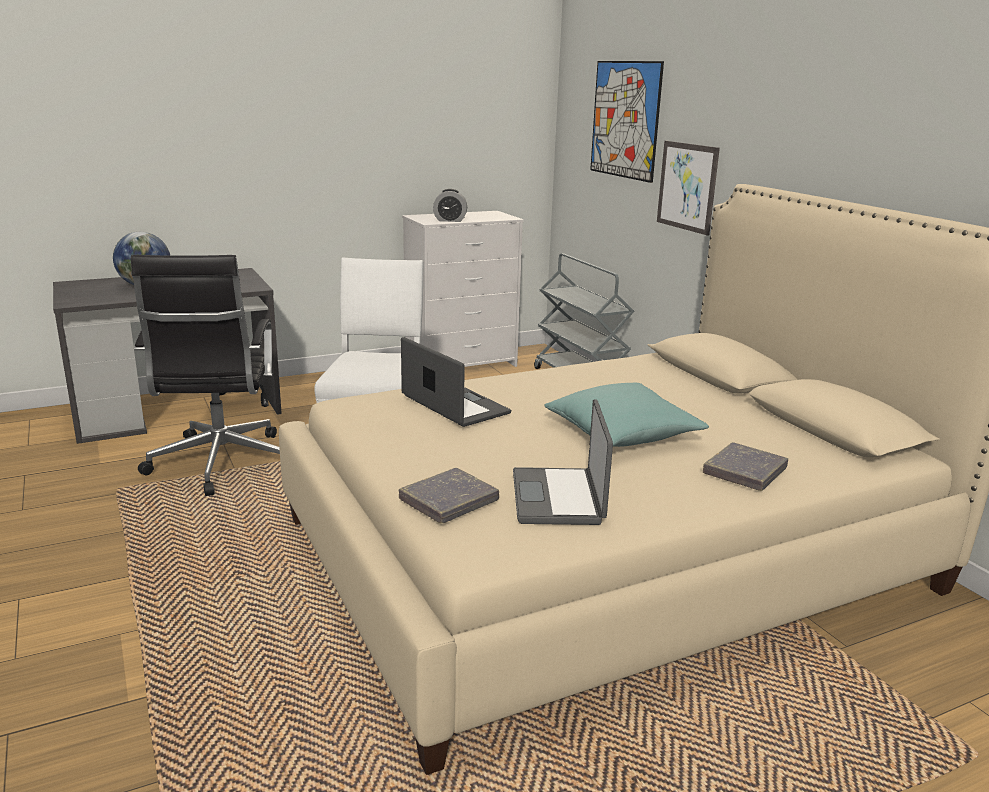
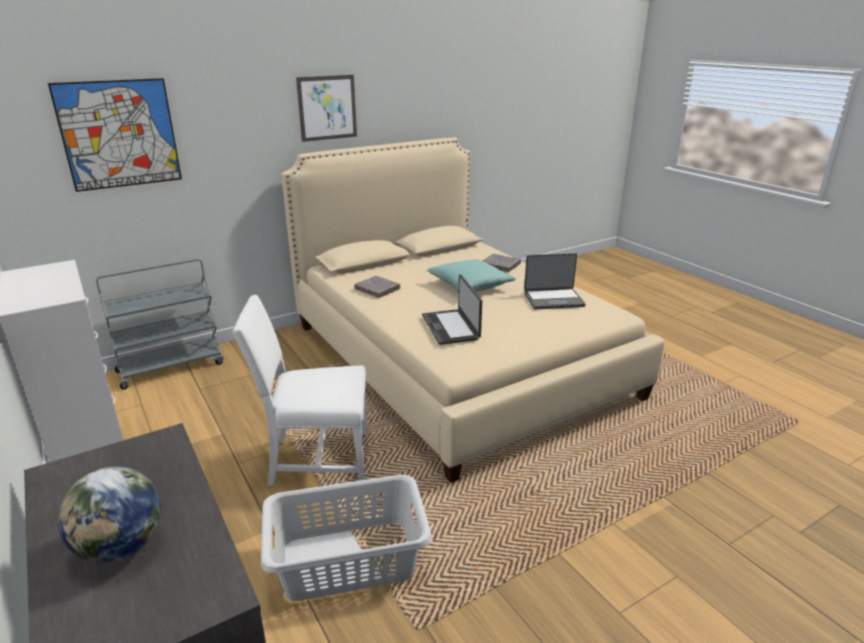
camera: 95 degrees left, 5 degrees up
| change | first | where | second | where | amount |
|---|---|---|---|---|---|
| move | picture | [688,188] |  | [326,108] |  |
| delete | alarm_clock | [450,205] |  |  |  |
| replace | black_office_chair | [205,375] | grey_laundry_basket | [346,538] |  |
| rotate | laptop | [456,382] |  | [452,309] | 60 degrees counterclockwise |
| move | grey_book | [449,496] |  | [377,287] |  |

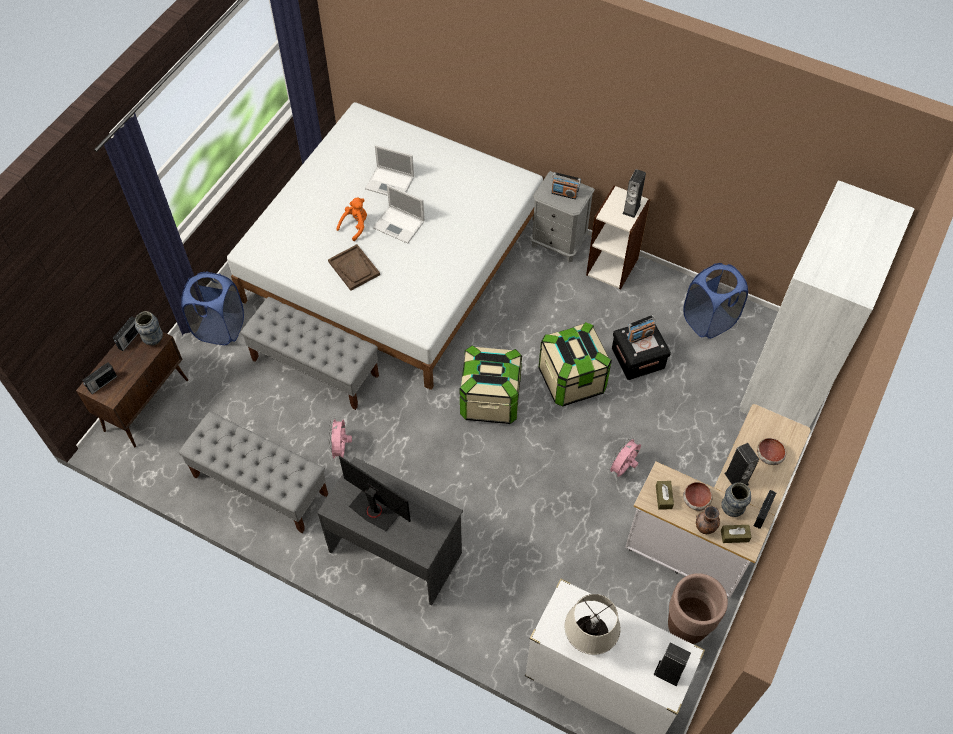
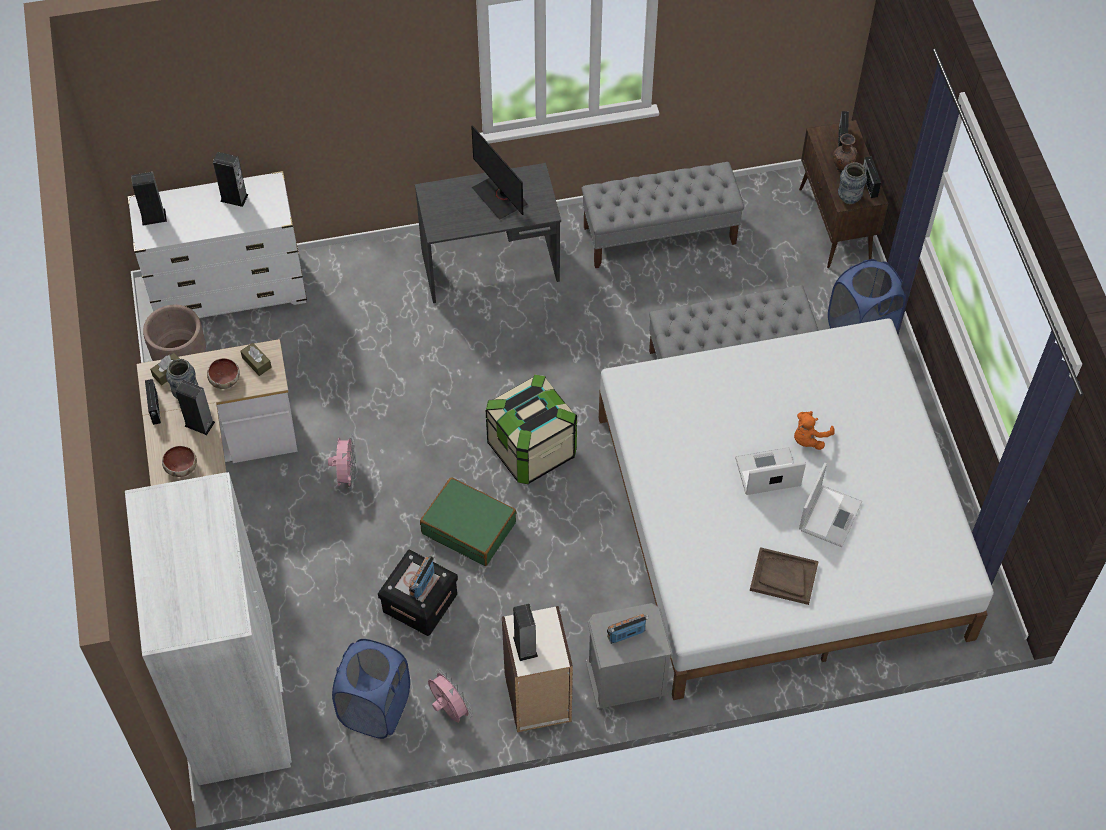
camera: 140 degrees right, 0 degrees up
| change | first | where | second | where | amount |
|---|---|---|---|---|---|
| rotate | laptop | [389,170] |  | [830,505] | 135 degrees clockwise |
| rotate | orange_plush_toy | [351,219] |  | [814,430] | 45 degrees clockwise |
| move | brown_tray | [354,267] |  | [784,576] |  |
| replace | storage_box | [575,364] | green_suitcase | [468,521] |  |
| move | pink_fan | [340,438] |  | [450,695] |  |
| rotate | monitor | [375,494] |  | [499,173] | 60 degrees clockwise |
| move | brown_vase | [708,520] |  | [845,153] |  |
| replace | beige_table_lamp | [593,624] | speaker | [231,179] |  |

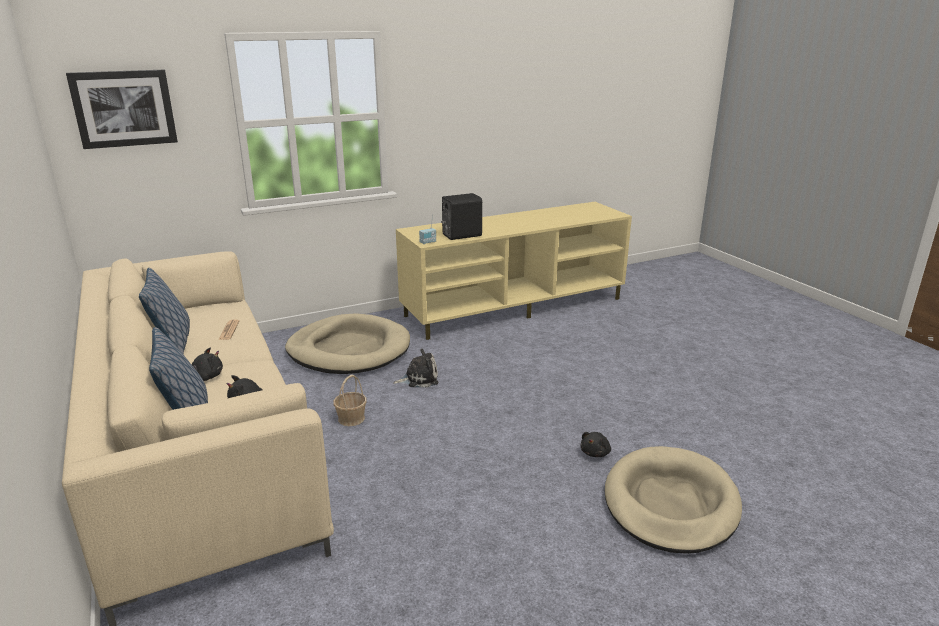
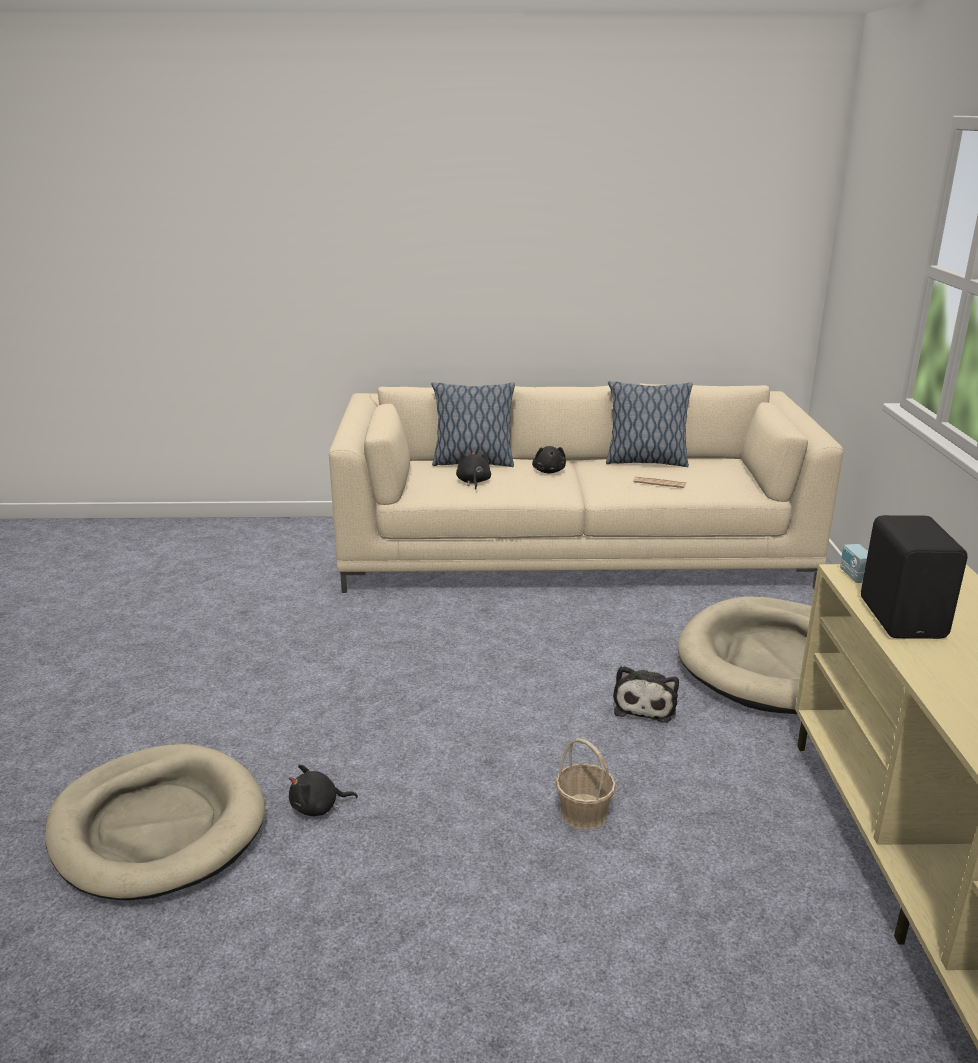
camera: 115 degrees right, 0 degrees up
| change | first | where | second | where | amount |
|---|---|---|---|---|---|
| delete | picture | [122,109] |  |  |  |
| move | basket | [350,400] |  | [585,784] |  |
| rotate | black_plush_toy | [595,444] |  | [323,790] | 75 degrees counterclockwise |

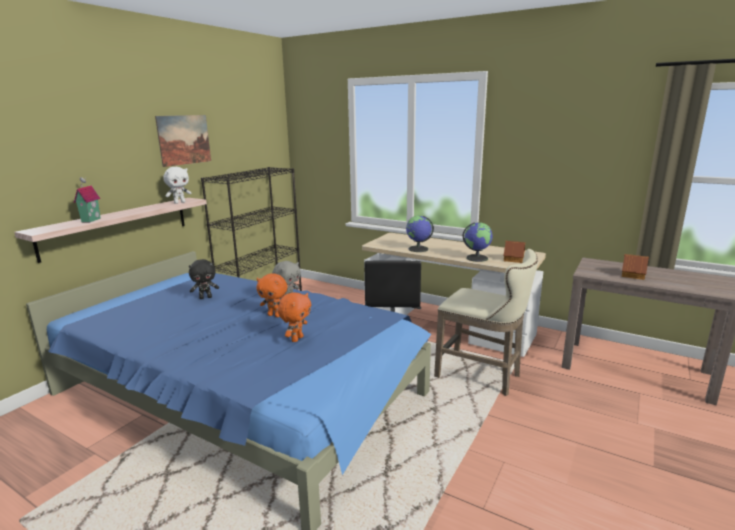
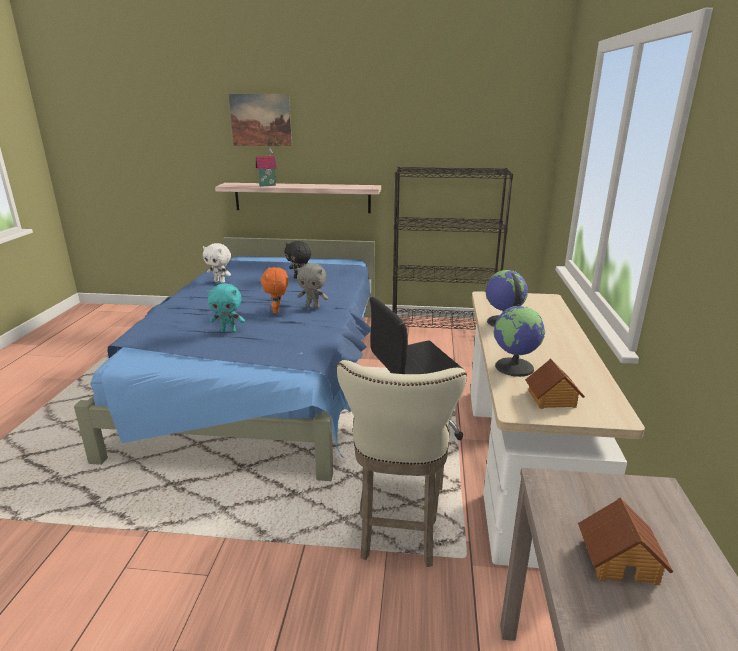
camera: 65 degrees right, 5 degrees up
| change | first | where | second | where | amount |
|---|---|---|---|---|---|
| move | picture | [183,141] |  | [260,120] |  |
| move | white_plush_toy | [177,185] |  | [217,263] |  |
| recolor | orange_plush_toy | [294,317] | turquoise_plush_toy | [226,308] |  |

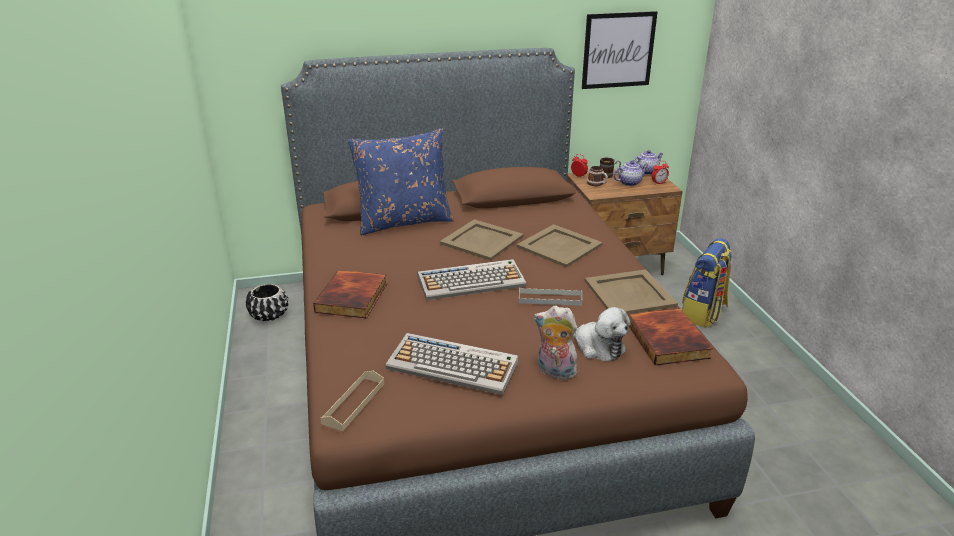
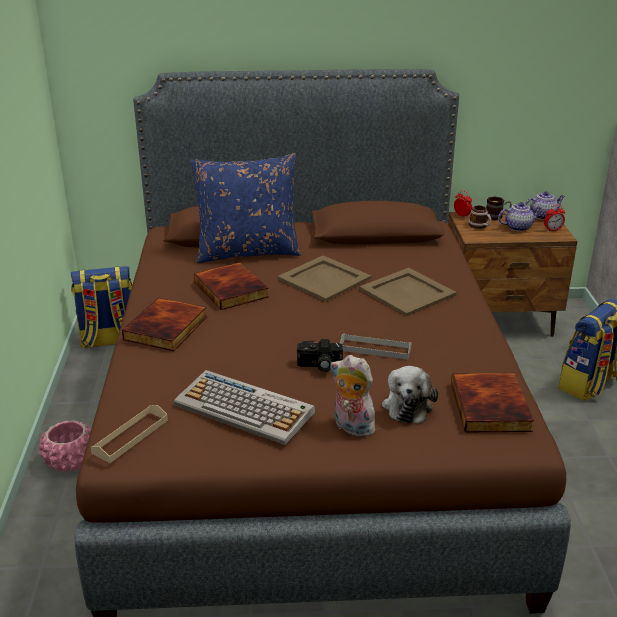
camera: 10 degrees right, 0 degrees up
| change | first | where | second | where | amount |
|---|---|---|---|---|---|
| delete | picture | [619,50] |  |  |  |
| delete | keyboard | [472,279] |  |  |  |
| delete | beige_tray | [631,291] |  |  |  |
| replace | black_planter | [267,302] | backpack | [101,307] |  |
| rotate | plush_toy | [602,334] |  | [410,395] | 45 degrees clockwise |
| insert |  |  | book | [231,286] |  |
| insert |  |  | photo_camera | [320,355] |  |
| insert |  |  | pink_planter | [65,446] |  |

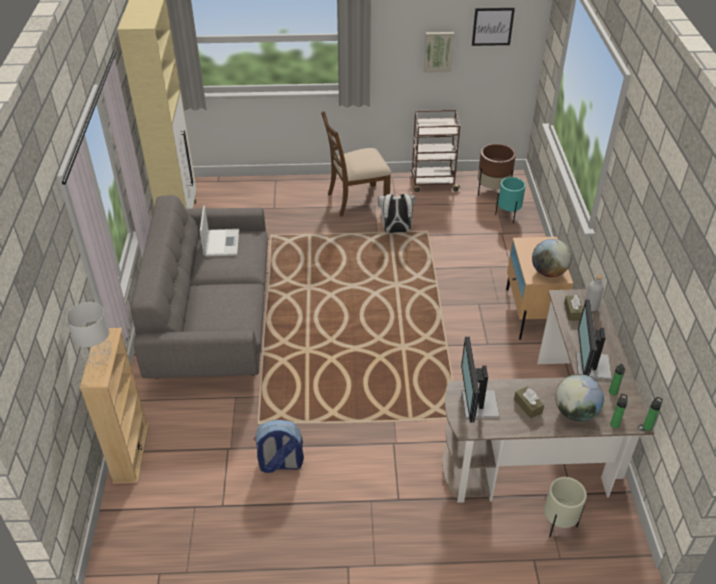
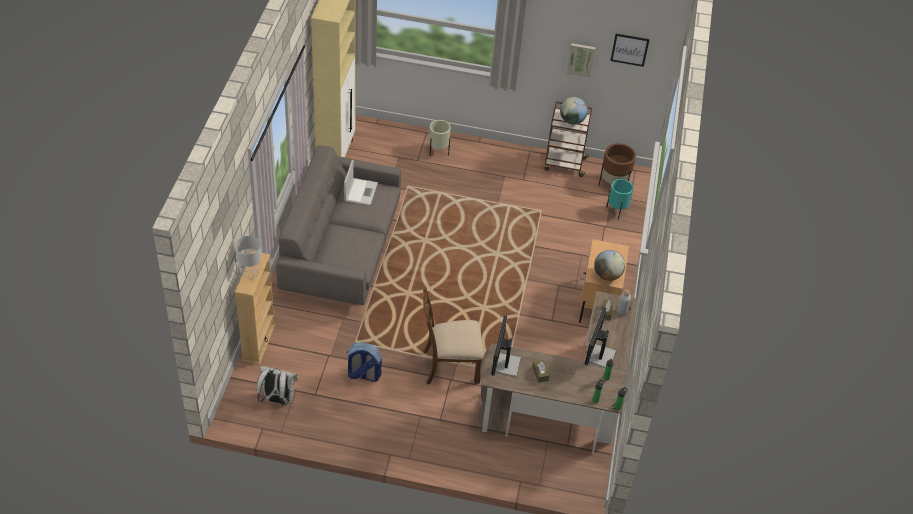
camera: 10 degrees right, 5 degrees up
| change | first | where | second | where | amount |
|---|---|---|---|---|---|
| move | brown_chair | [356,164] |  | [453,336] |  |
| move | white_backpack | [396,212] |  | [277,386] |  |
| move | globe | [579,397] |  | [574,110] |  |
| move | beige_planter | [565,507] |  | [440,138] |  |

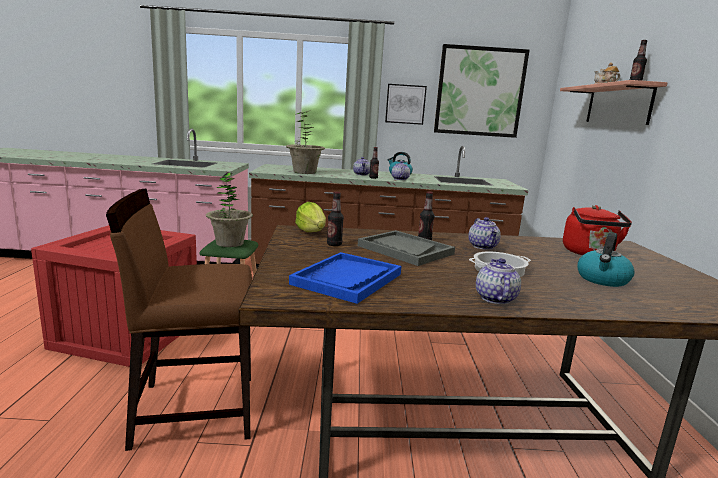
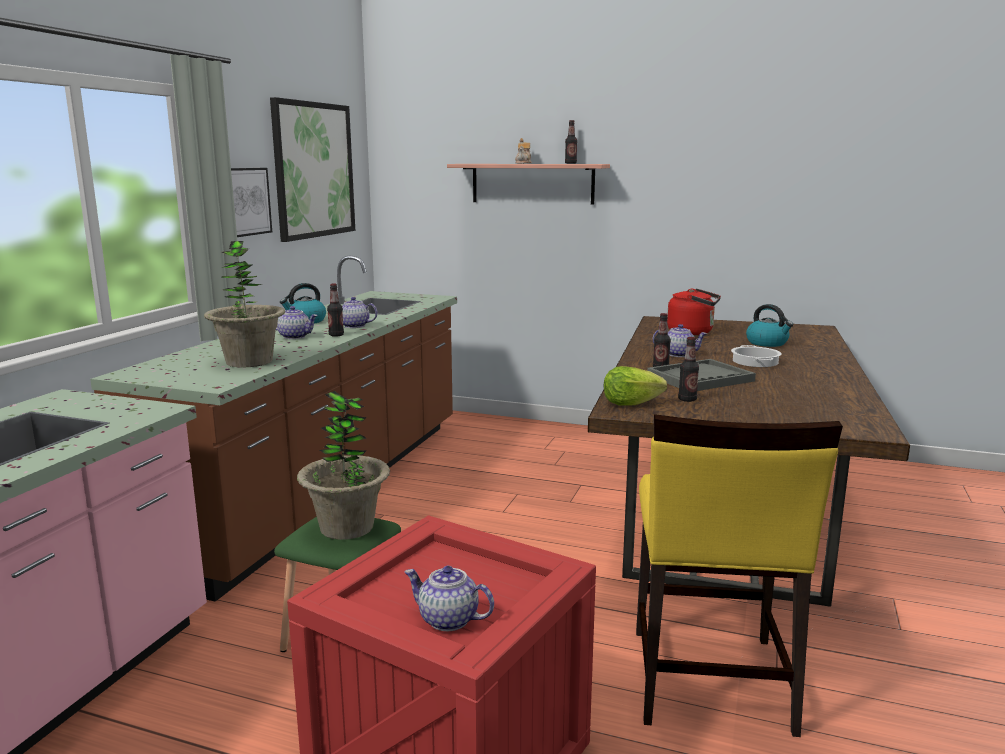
camera: 70 degrees left, 0 degrees up
| change | first | where | second | where | amount |
|---|---|---|---|---|---|
| recolor | brown_chair | [179,320] | yellow_chair | [739,575] |  |
| delete | blue_tray | [345,278] |  |  |  |
| move | teapot | [498,281] |  | [449,598] |  |

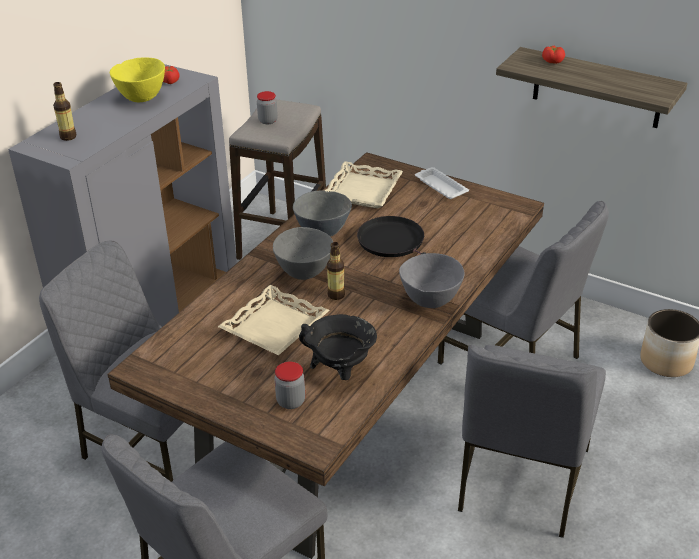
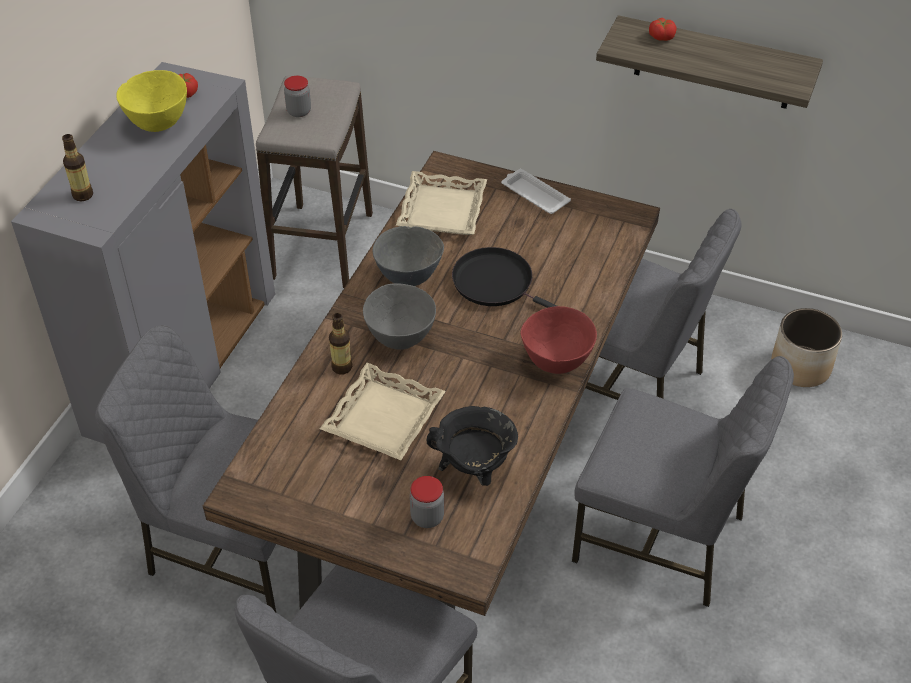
camera: 10 degrees left, 10 degrees up
| change | first | where | second | where | amount |
|---|---|---|---|---|---|
| move | bottle | [336,271] |  | [340,343] |  |
| recolor | grey_bowl | [432,280] | red_bowl | [558,340] |  |
| rotate | grey_chair | [532,441] |  | [683,481] | 75 degrees counterclockwise |

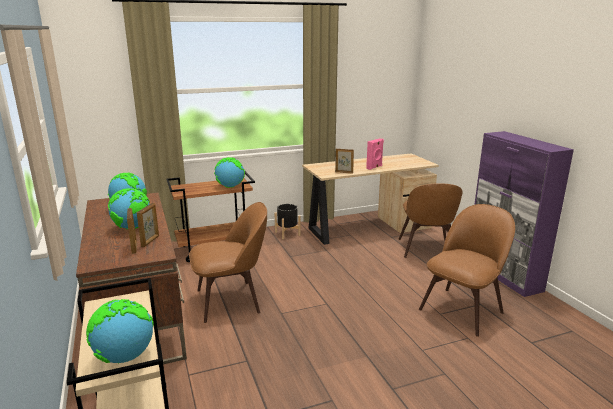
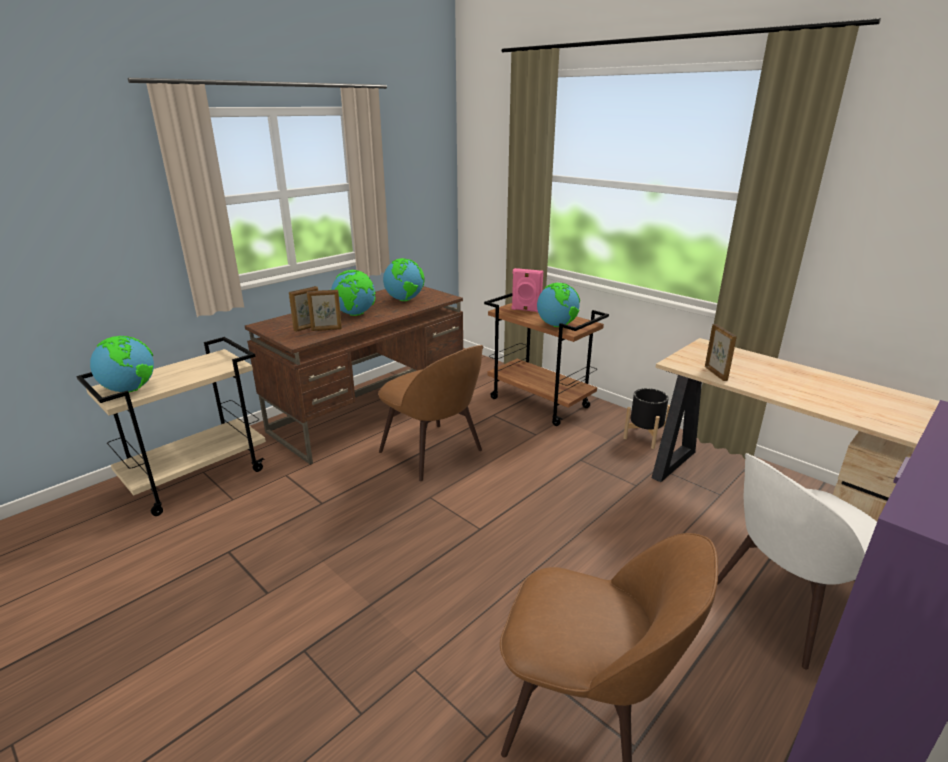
camera: 65 degrees right, 5 degrees up
| change | first | where | second | where | amount |
|---|---|---|---|---|---|
| move | pink_speaker | [375,154] |  | [527,290] |  |
| recolor | brown_chair | [430,220] | white_chair | [797,561] |  |

